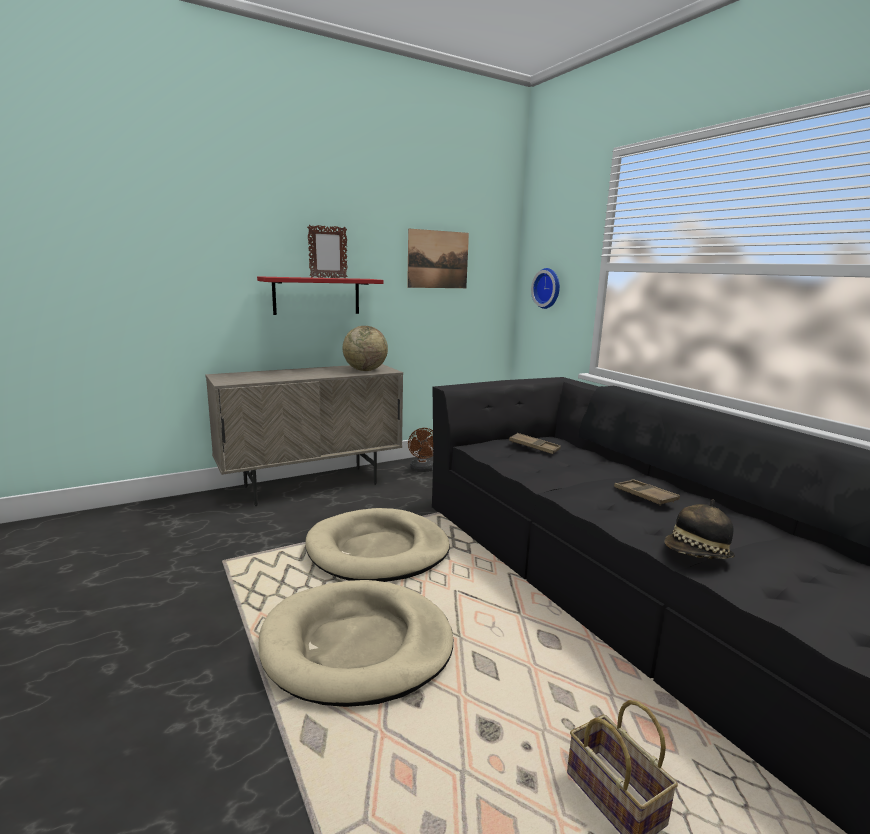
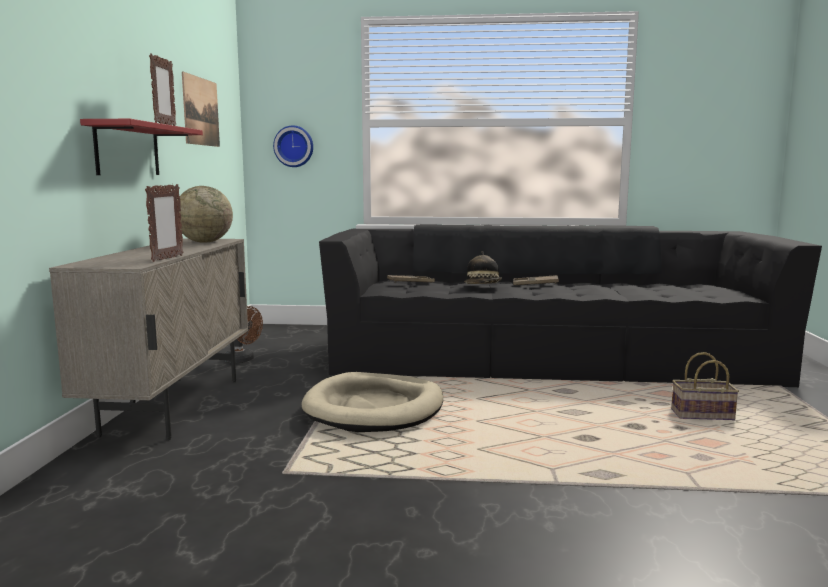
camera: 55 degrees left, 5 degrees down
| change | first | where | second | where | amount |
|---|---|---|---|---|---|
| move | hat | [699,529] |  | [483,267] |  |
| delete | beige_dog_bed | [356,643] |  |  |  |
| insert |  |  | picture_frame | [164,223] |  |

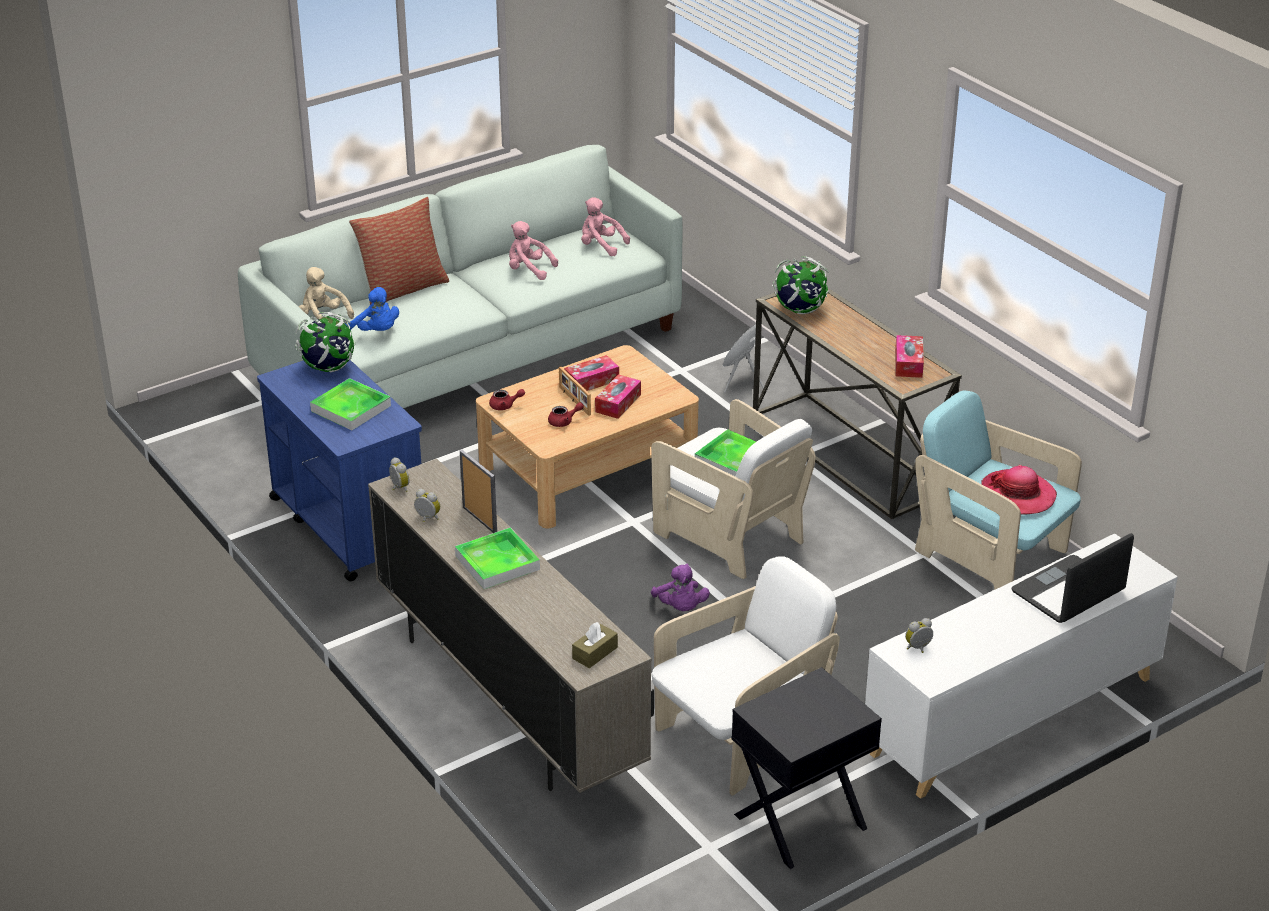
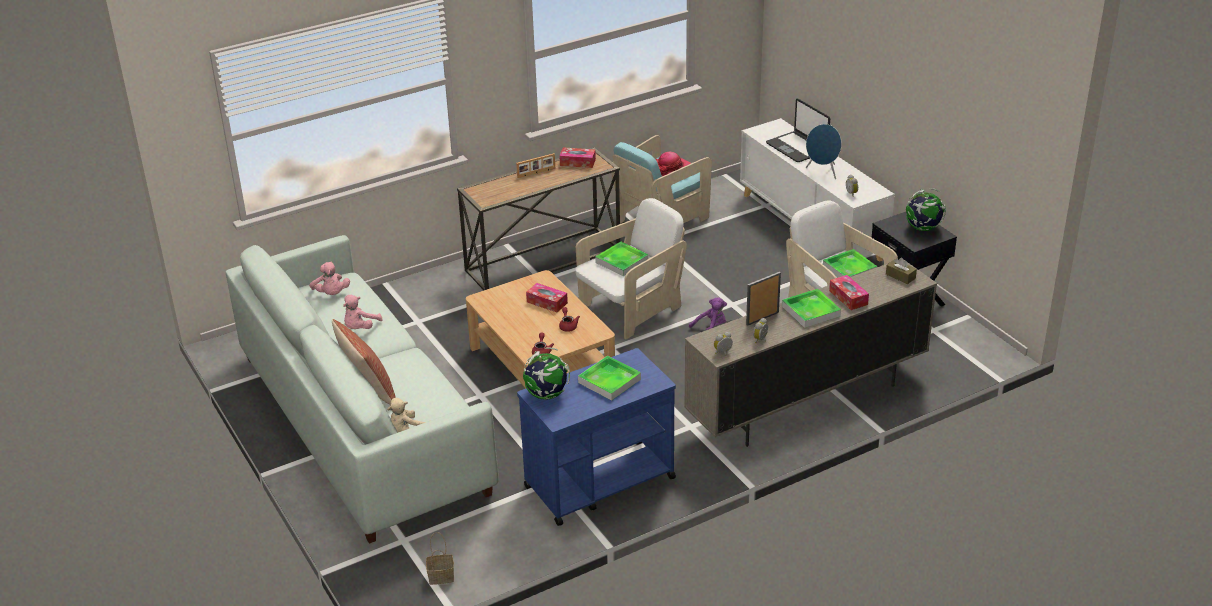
camera: 85 degrees left, 0 degrees up
| change | first | where | second | where | amount |
|---|---|---|---|---|---|
| rotate | pink_plush_toy | [605,227] |  | [329,278] | 60 degrees counterclockwise |
| move | globe | [800,285] |  | [926,209] |  |
| delete | blue_plush_toy | [372,309] |  |  |  |
| move | blue_speaker | [745,359] |  | [824,151] |  |
| move | tissue_box | [591,373] |  | [849,292] |  |
| move | picture_frame | [575,391] |  | [535,165] |  |
| insert |  |  | tray | [850,263] |  |
| insert |  |  | basket | [440,558] |  |

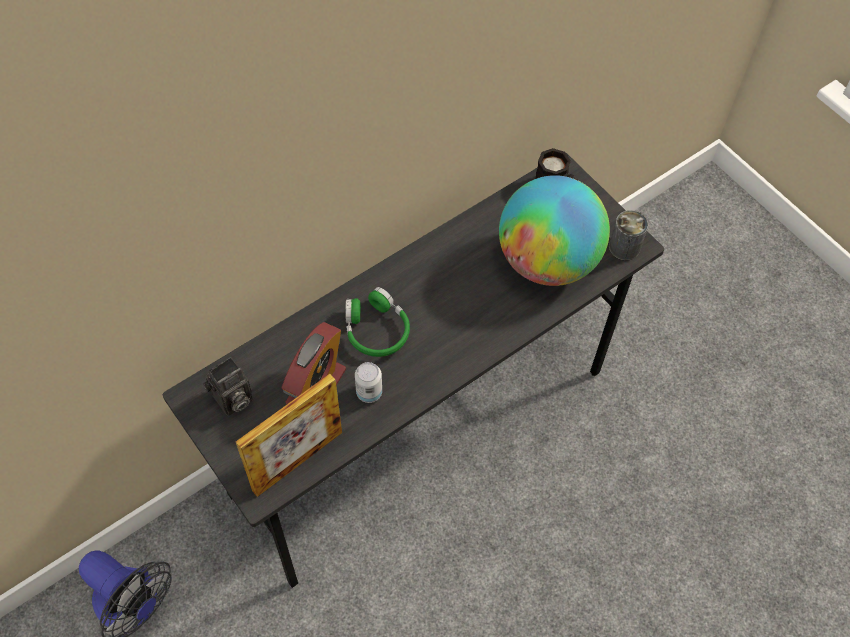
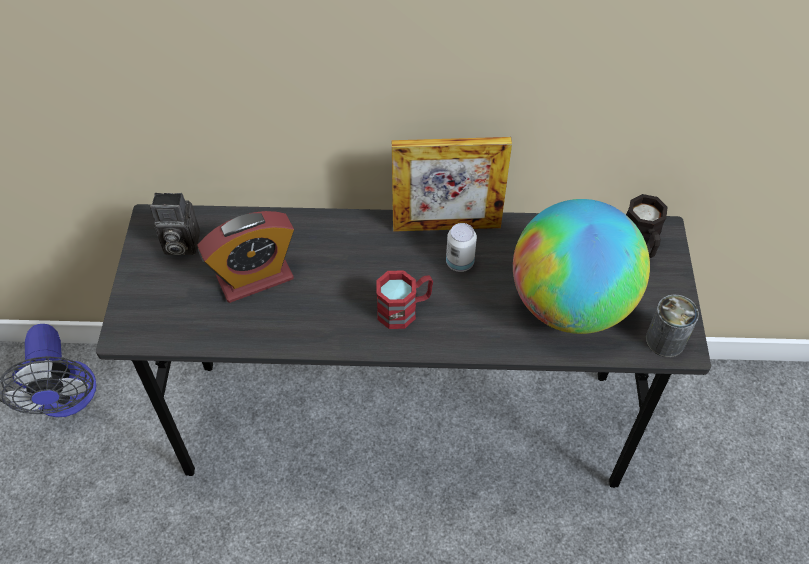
camera: 40 degrees right, 5 degrees down
| change | first | where | second | where | amount |
|---|---|---|---|---|---|
| delete | green_headphones | [377,322] |  |  |  |
| move | can | [368,382] |  | [461,247] |  |
| move | picture_frame | [289,435] |  | [452,184] |  |
| insert |  |  | red_mug | [404,299] |  |

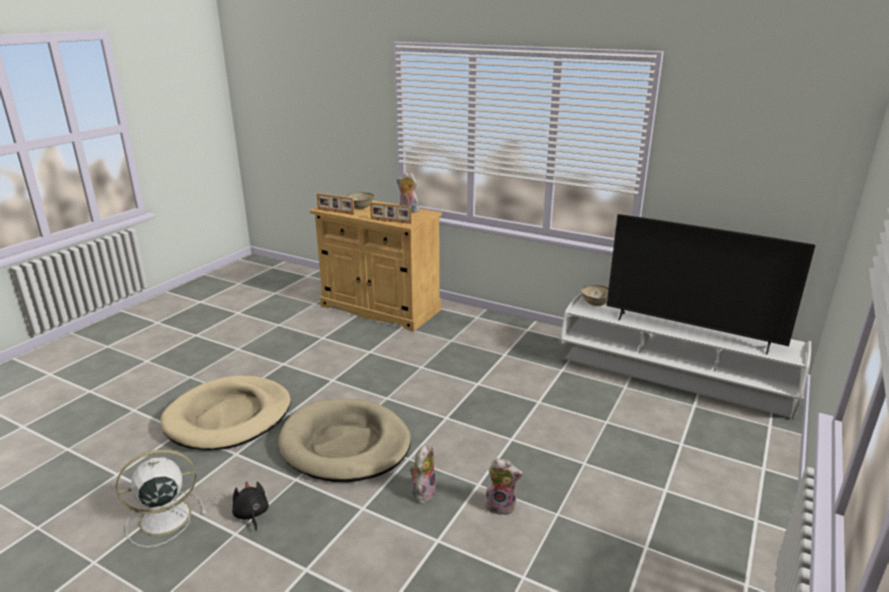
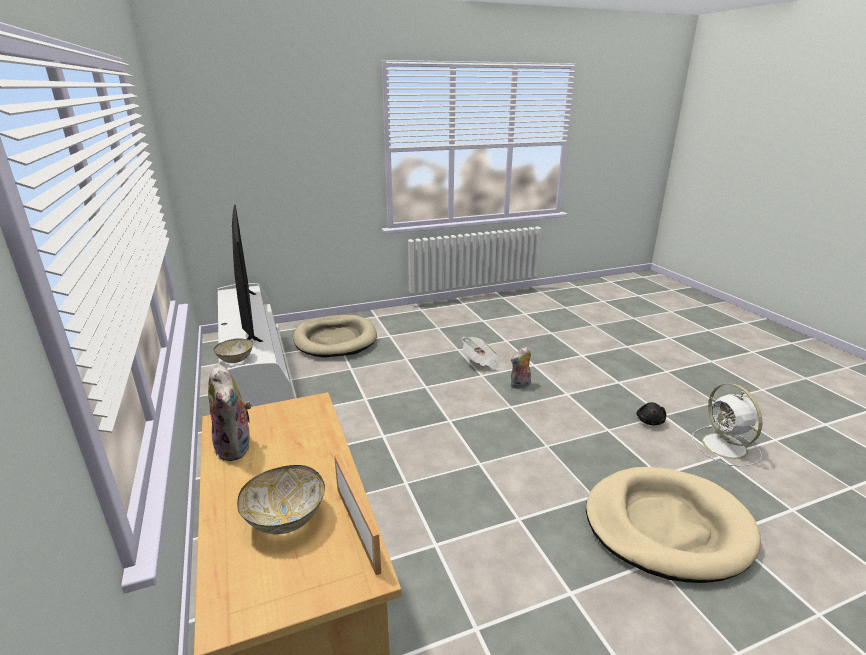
camera: 140 degrees left, 0 degrees up
| change | first | where | second | where | amount |
|---|---|---|---|---|---|
| delete | picture_frame | [391,213] |  |  |  |
| move | beige_dog_bed | [345,440] |  | [335,336] |  |
| rotate | white_fan | [161,498] |  | [727,425] | 60 degrees clockwise |
| replace | plush_toy | [504,486] | newspaper | [481,353] |  |

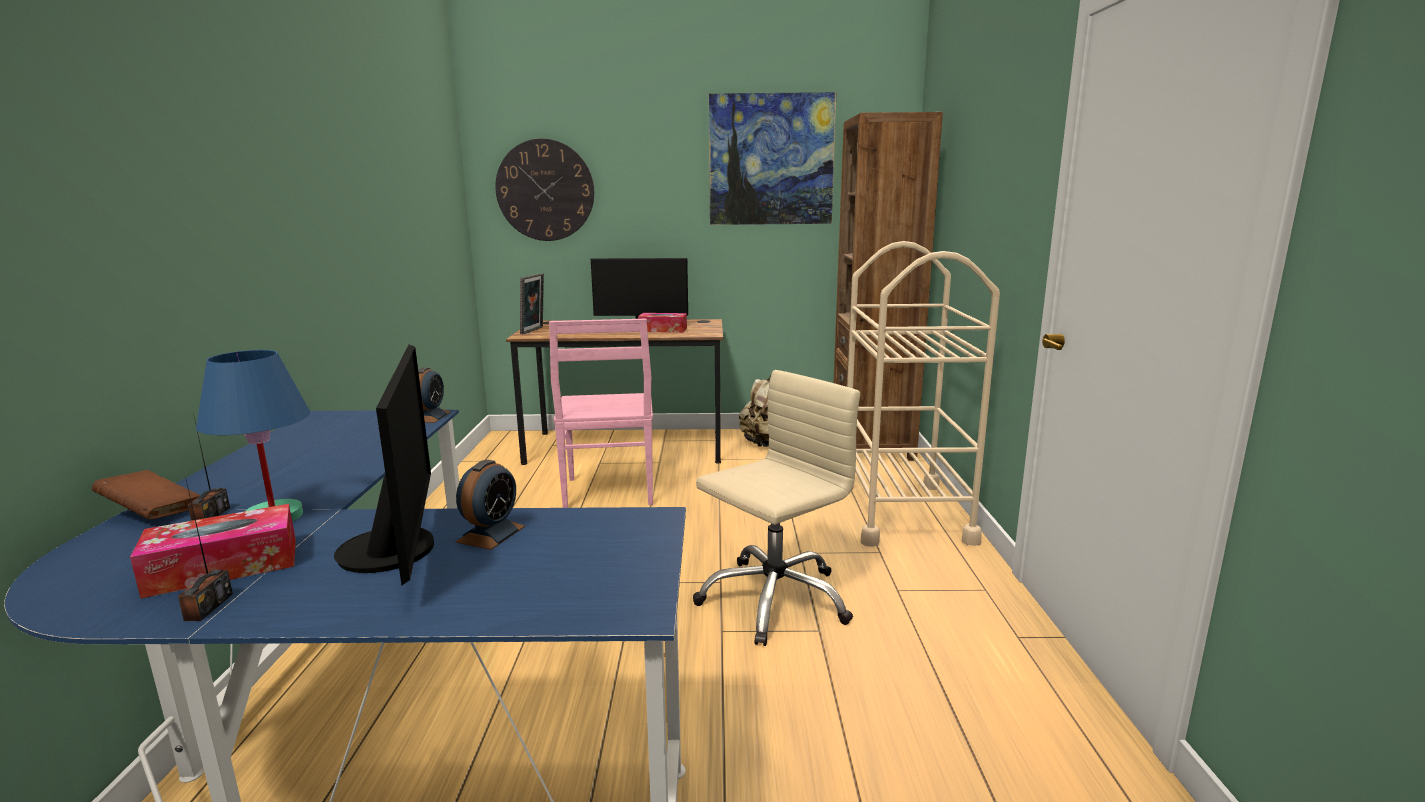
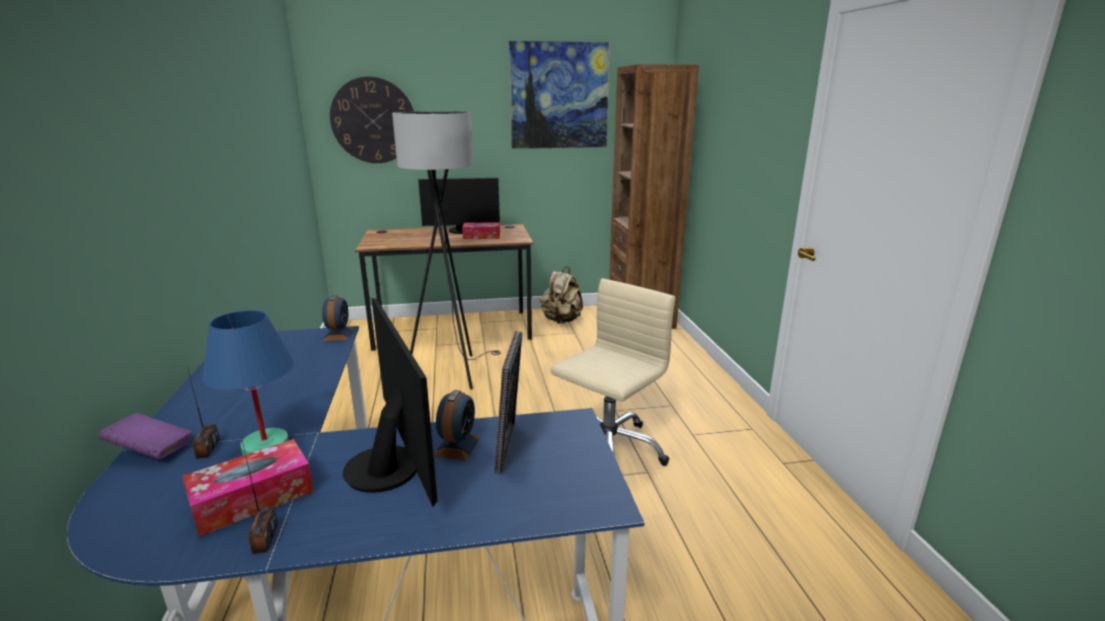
camera: 10 degrees left, 5 degrees up
| change | first | where | second | where | amount |
|---|---|---|---|---|---|
| delete | beige_cart | [923,394] |  |  |  |
| move | picture_frame | [532,303] |  | [508,402] |  |
| replace | pink_chair | [601,413] | grey_floor_lamp | [446,250] |  |
| recolor | brown_book | [146,494] | purple_book | [145,436] |  |

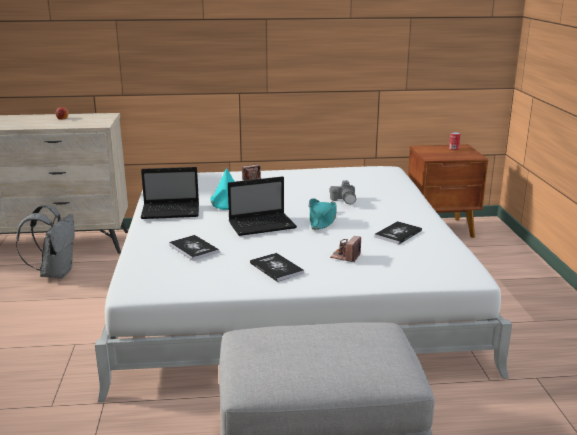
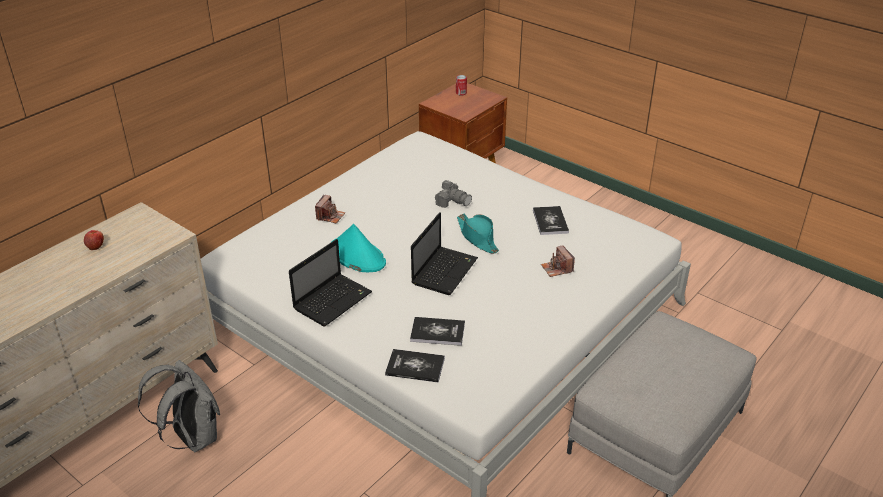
camera: 45 degrees left, 15 degrees up
| change | first | where | second | where | amount |
|---|---|---|---|---|---|
| move | book | [277,267] |  | [415,365] |  |

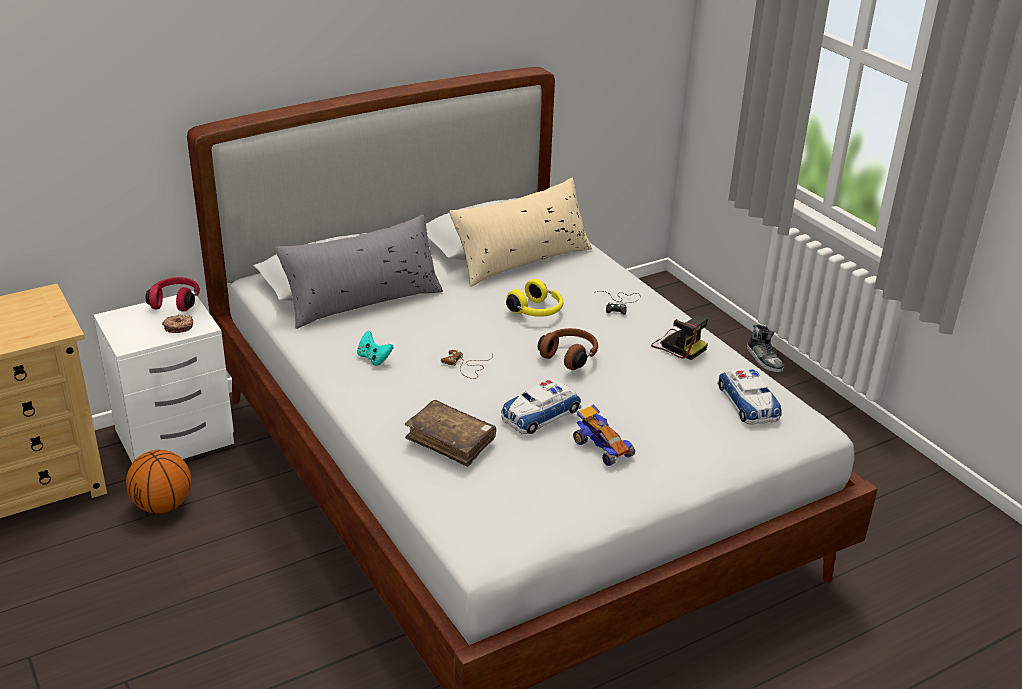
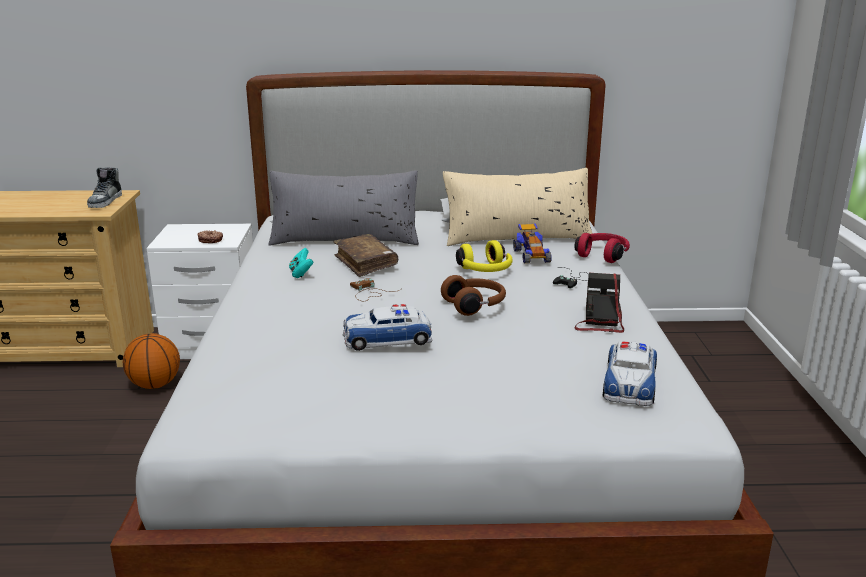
camera: 30 degrees right, 10 degrees down
| change | first | where | second | where | amount |
|---|---|---|---|---|---|
| move | red_headphones | [173,294] |  | [602,248] |  |
| rotate | photo_camera | [679,337] |  | [599,303] | 150 degrees counterclockwise |
| move | shoe | [765,348] |  | [104,187] |  |
| move | brown_book | [450,433] |  | [365,255] |  |
| move | toy_car | [604,435] |  | [532,243] |  |

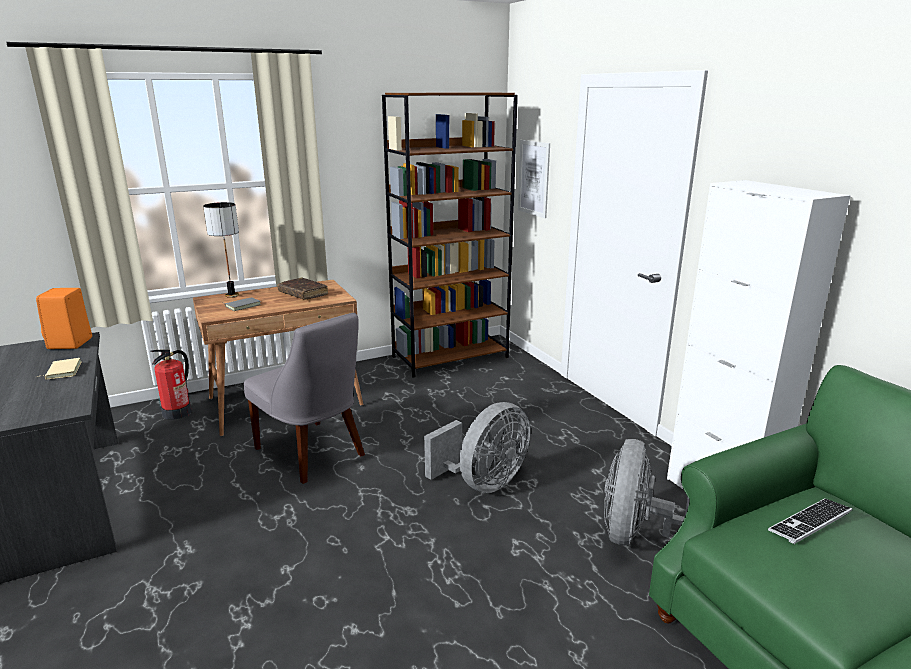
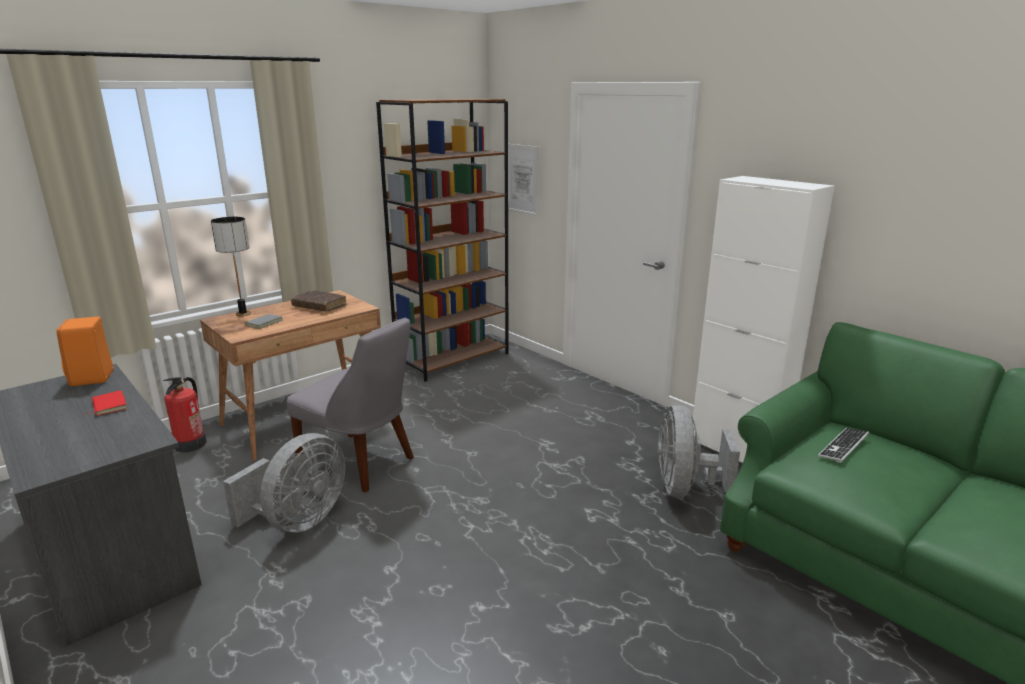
camera: 15 degrees left, 0 degrees up
| change | first | where | second | where | amount |
|---|---|---|---|---|---|
| recolor | beige_book | [59,369] | red_book | [106,403] |  |
| move | grey_fan | [477,447] |  | [284,482] |  |

